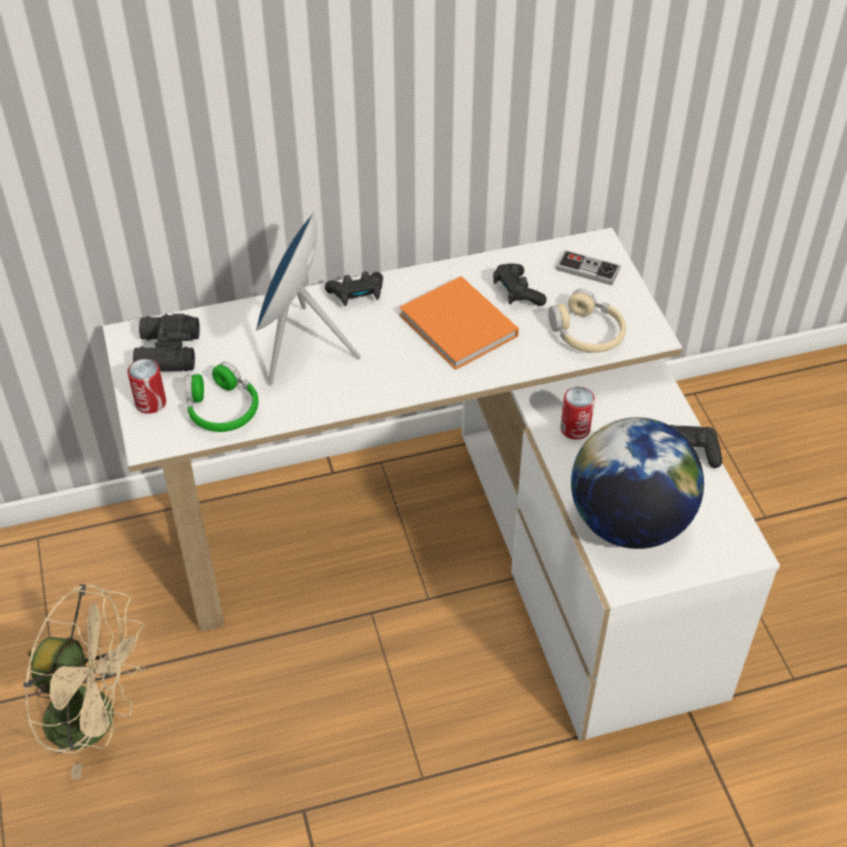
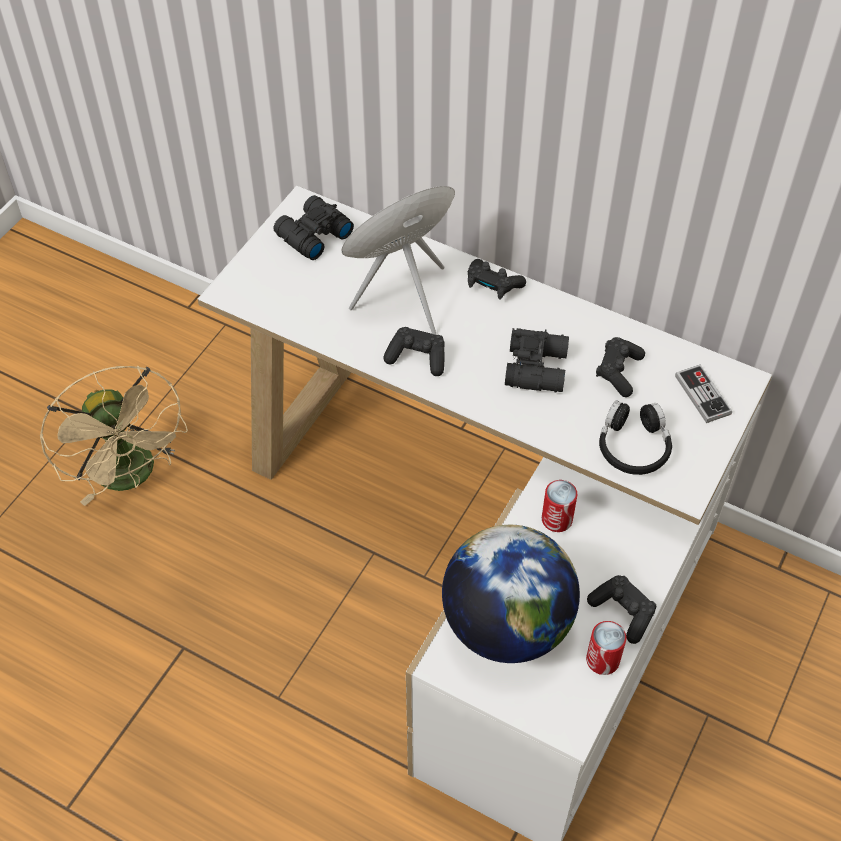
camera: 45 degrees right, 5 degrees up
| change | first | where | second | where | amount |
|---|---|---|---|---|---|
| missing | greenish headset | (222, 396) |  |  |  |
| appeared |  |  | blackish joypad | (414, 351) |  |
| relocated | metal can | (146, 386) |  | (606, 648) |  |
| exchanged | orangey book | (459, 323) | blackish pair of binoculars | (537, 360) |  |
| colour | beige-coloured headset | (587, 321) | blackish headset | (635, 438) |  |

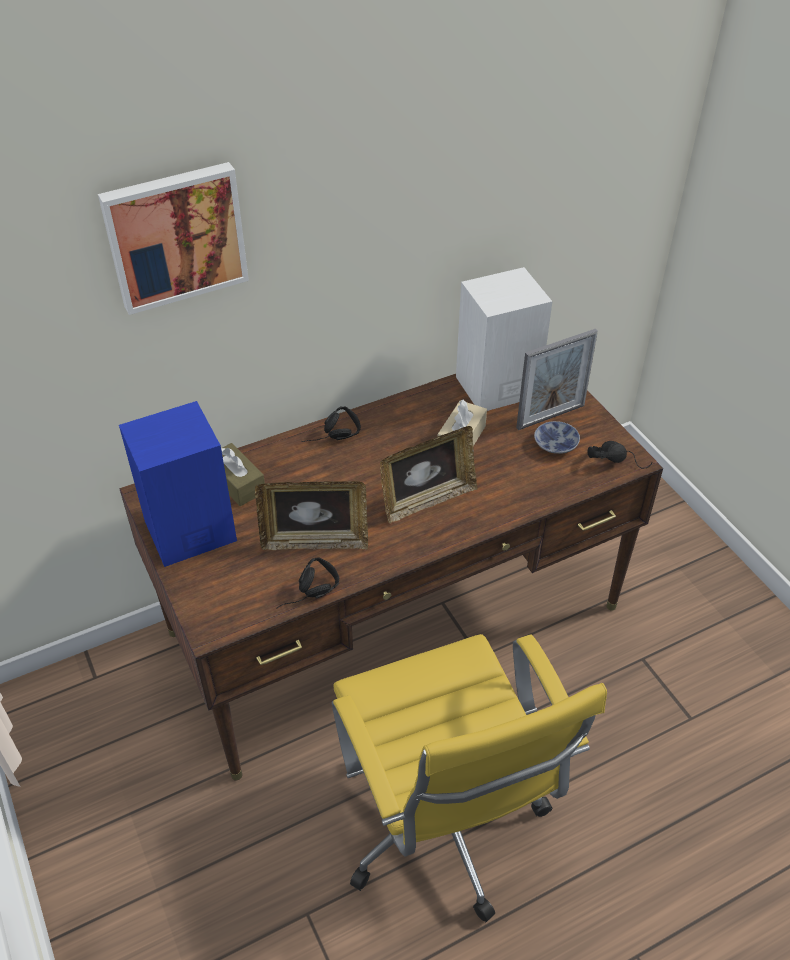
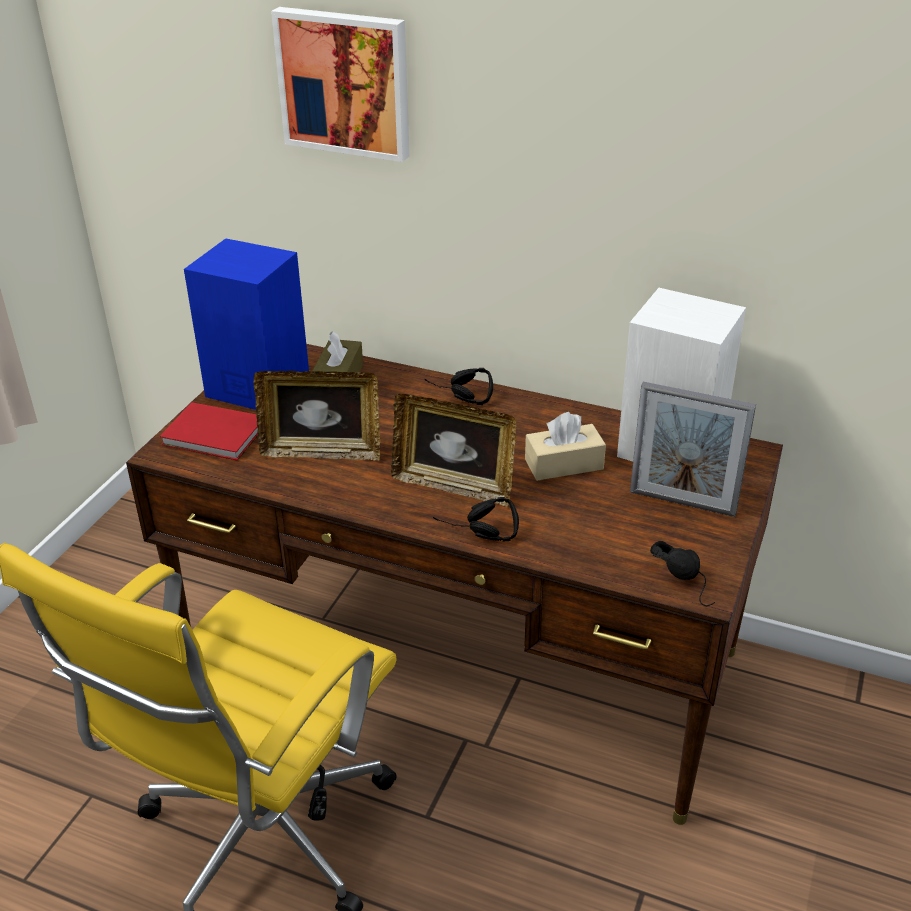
camera: 50 degrees right, 10 degrees down
| change | first | where | second | where | amount |
|---|---|---|---|---|---|
| missing | deep dish | (557, 437) |  |  |  |
| appeared |  |  | red book | (209, 431) |  |
| relocated | blackish headset | (308, 582) |  | (476, 519) |  |
| spun | photo frame | (311, 515) |  | (316, 416) | 45 degrees counterclockwise |

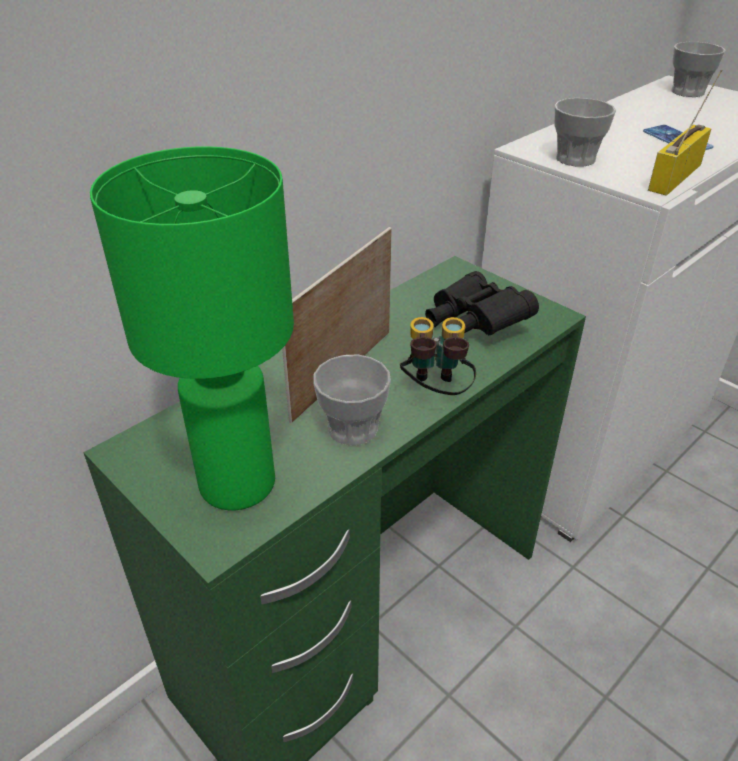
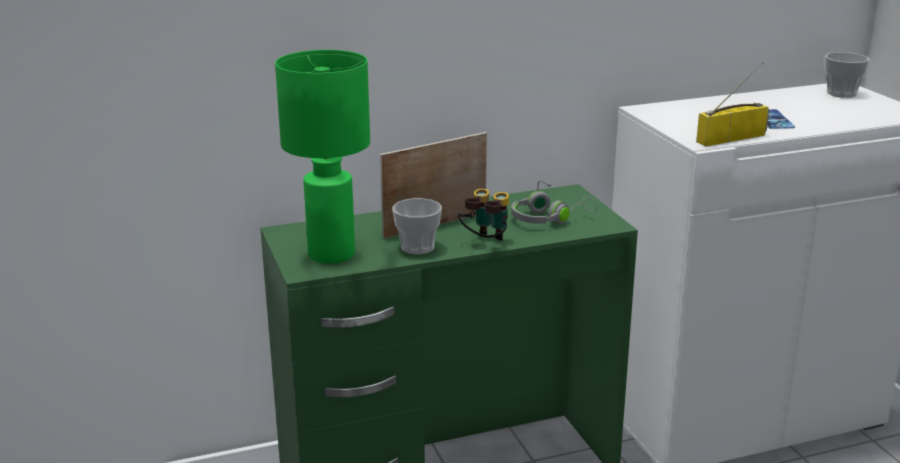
camera: 25 degrees right, 15 degrees down
| change | first | where | second | where | amount |
|---|---|---|---|---|---|
| missing | drinking cup | (585, 132) |  |  |  |
| exchanged | blackish pair of binoculars | (482, 303) | grey headset | (554, 202) |  |

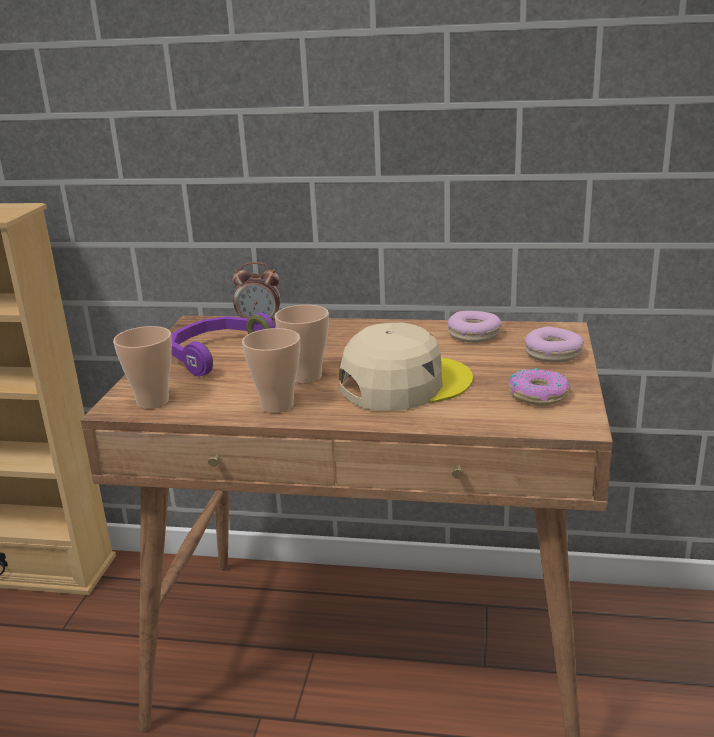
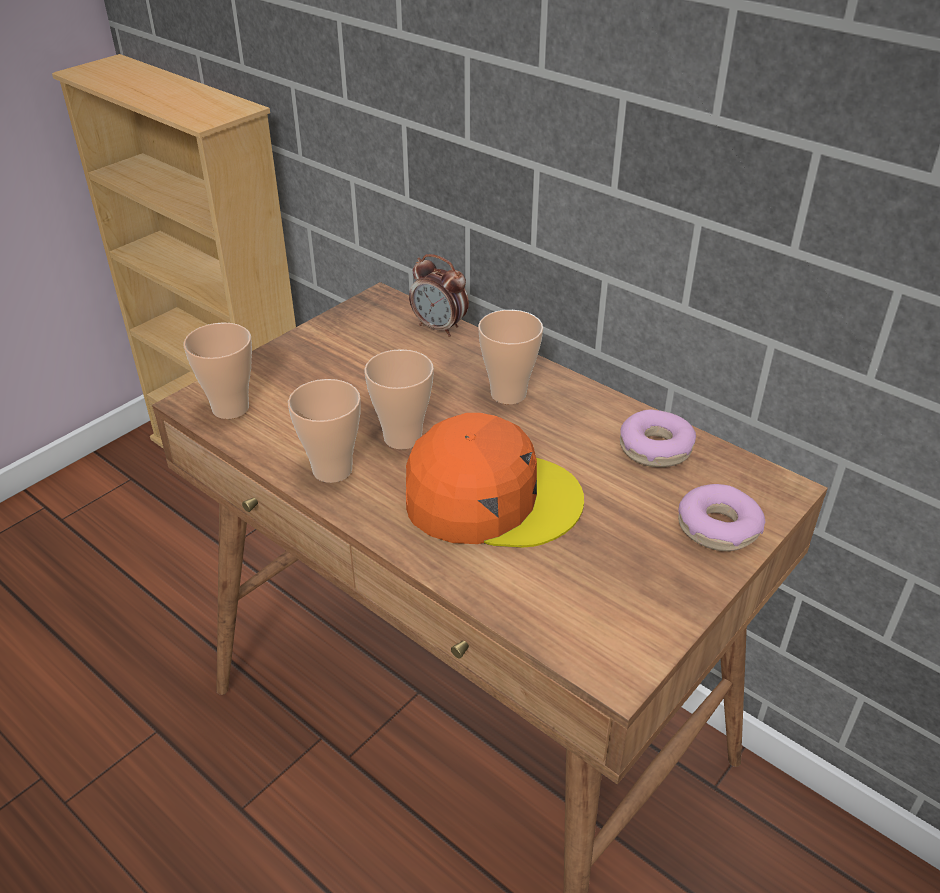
camera: 30 degrees right, 15 degrees up
| change | first | where | second | where | amount |
|---|---|---|---|---|---|
| missing | purple headset | (223, 344) |  |  |  |
| missing | donut | (539, 387) |  |  |  |
| appeared |  |  | drinking cup | (510, 357) |  |
| colour | beige-coloured cap | (406, 367) | orangey cap | (495, 480) |  |

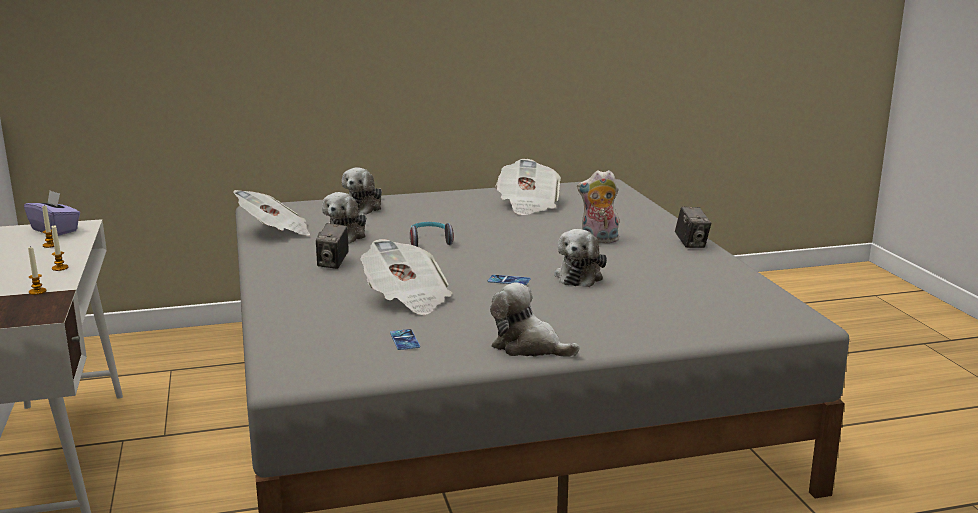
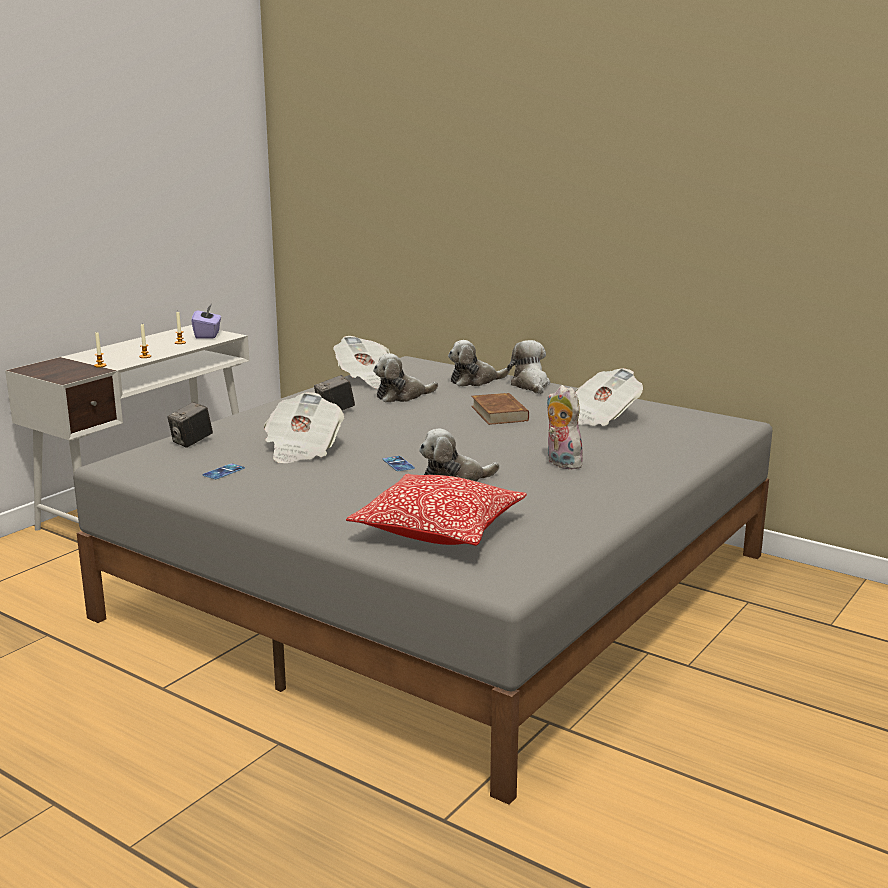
camera: 50 degrees right, 0 degrees up
| change | first | where | second | where | amount |
|---|---|---|---|---|---|
| missing | headset | (432, 234) |  |  |  |
| appeared |  |  | pillow | (436, 510) |  |
| appeared |  |  | brown-coloured book | (500, 409) |  |
| relocated | soft toy | (535, 319) |  | (528, 367) |  |
| relocated | still camera | (693, 227) |  | (190, 425) |  |

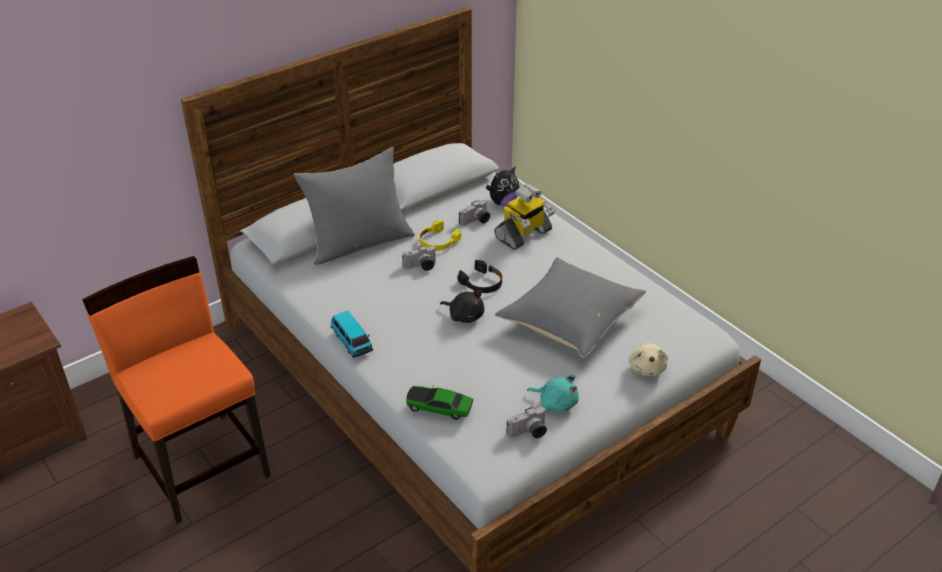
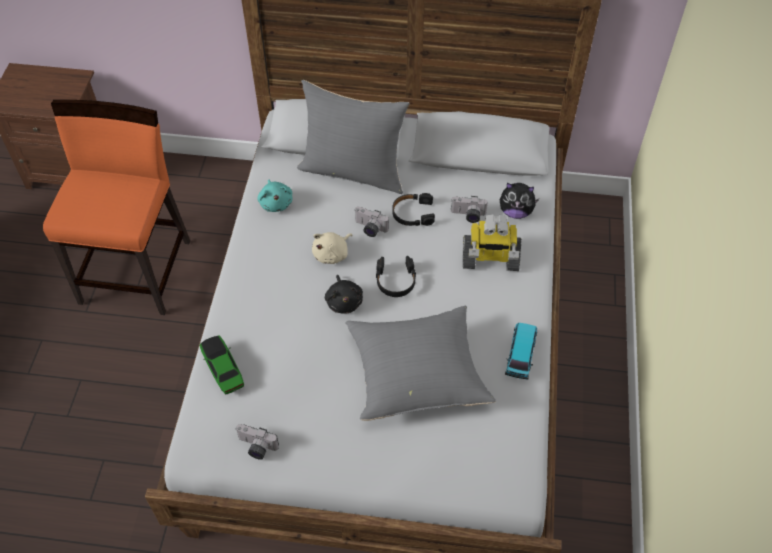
camera: 45 degrees right, 15 degrees up
| change | first | where | second | where | amount |
|---|---|---|---|---|---|
| relocated | miniature car | (351, 334) |  | (521, 351) |  |
| relocated | turquoise-coloured soft toy | (553, 393) |  | (274, 196) |  |
| relocated | beige-coloured soft toy | (648, 359) |  | (332, 248) |  |
| colour | yellow-coloured headset | (440, 235) | blackish headset | (413, 209) |  |

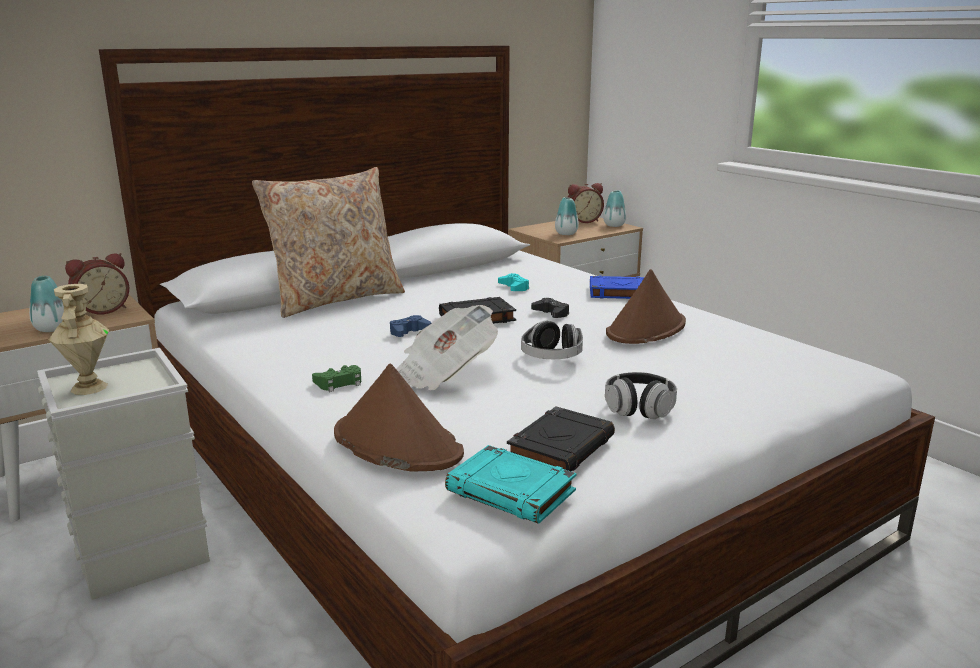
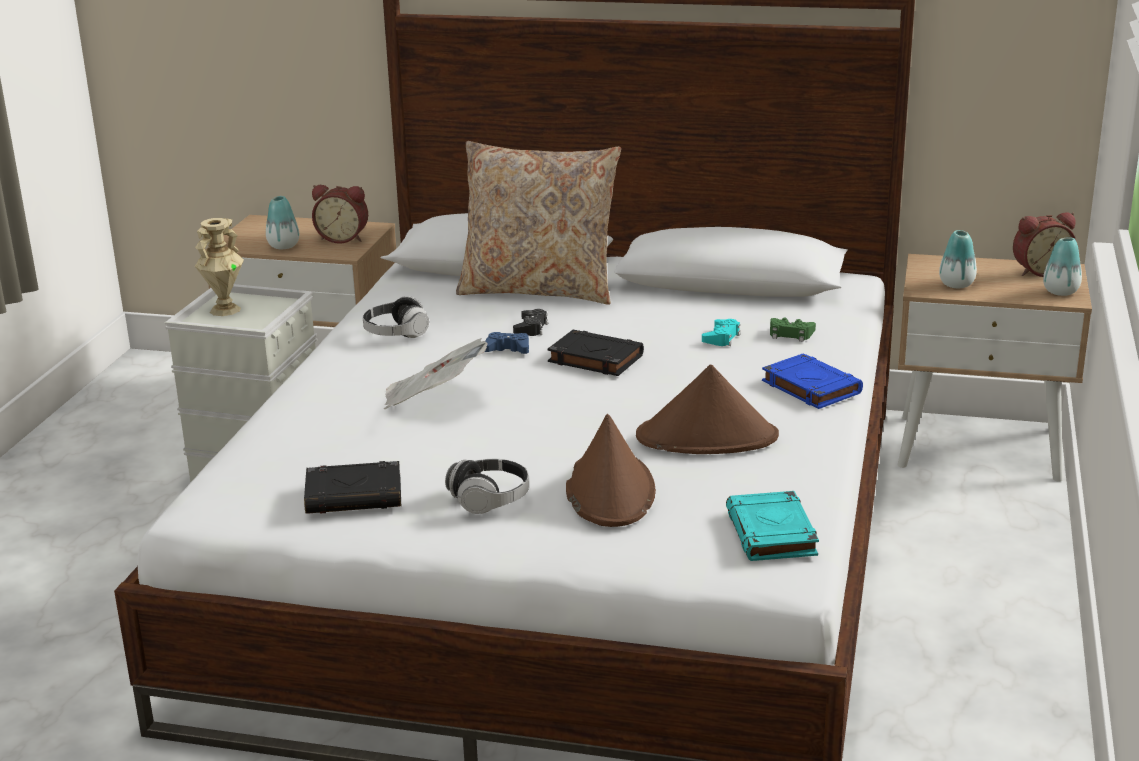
camera: 50 degrees right, 5 degrees up
| change | first | where | second | where | amount |
|---|---|---|---|---|---|
| relocated | greenish joypad | (336, 378) |  | (793, 330) |  |
| relocated | brown-coloured hat | (399, 418) |  | (611, 470) |  |
| relocated | turquoise-coloured book | (511, 484) |  | (772, 526) |  |
| relocated | headset | (552, 339) |  | (396, 317) |  |
| relocated | blackish joypad | (550, 308) |  | (530, 322) |  |
| spun | table clock | (585, 203) |  | (1044, 244) | 45 degrees counterclockwise |

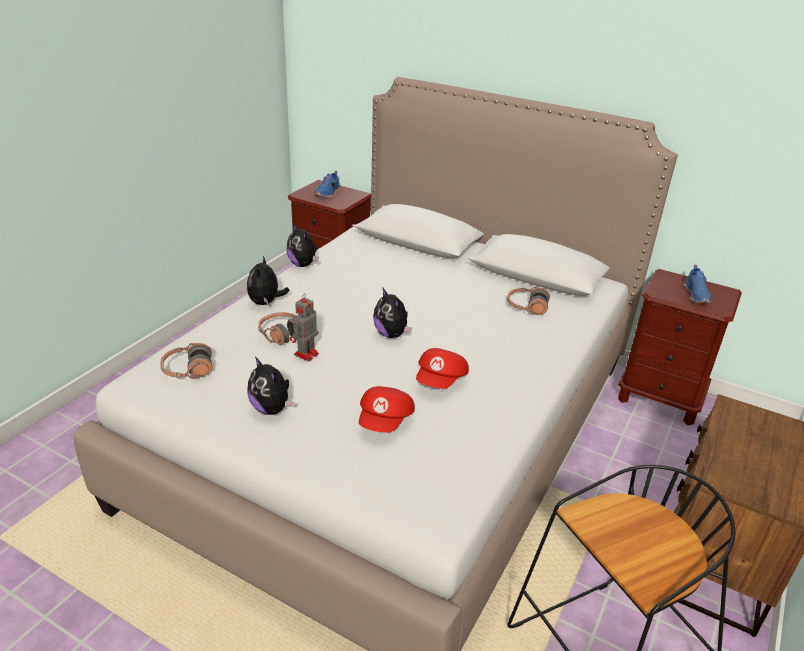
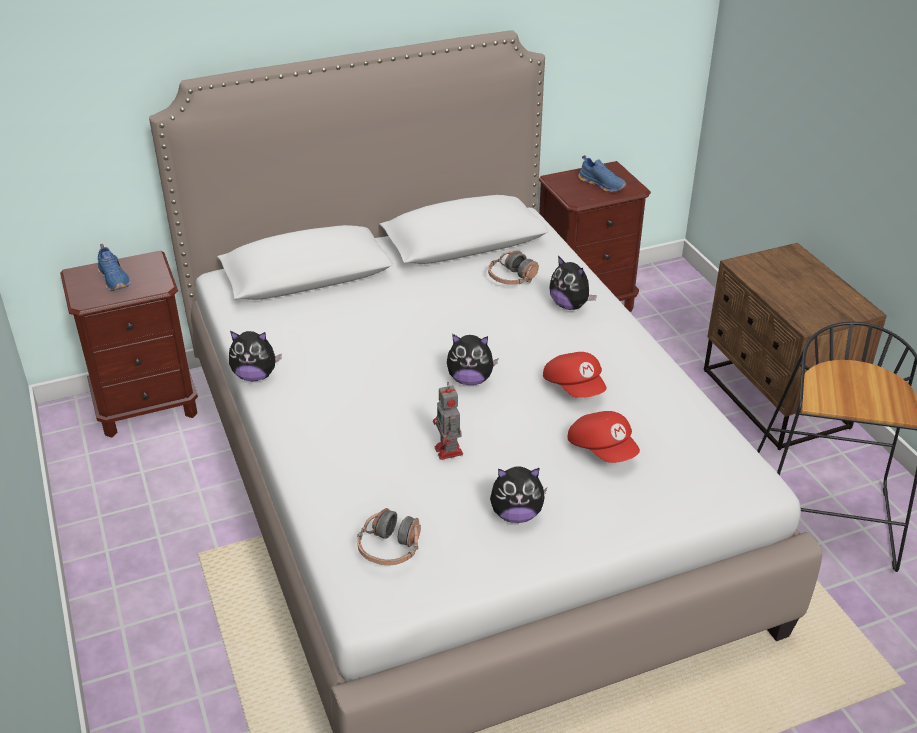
camera: 50 degrees left, 5 degrees up
| change | first | where | second | where | amount |
|---|---|---|---|---|---|
| missing | headset | (277, 328) |  |  |  |
| relocated | soft toy | (268, 280) |  | (573, 283) |  |

